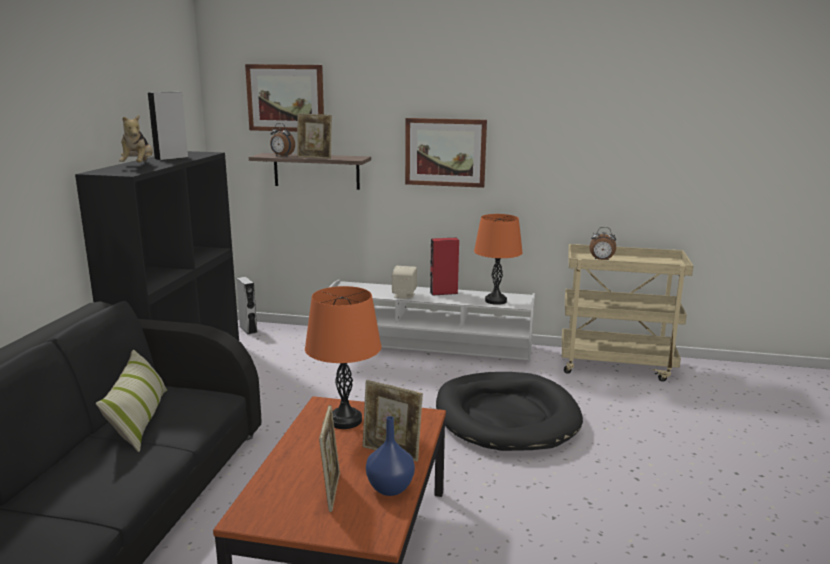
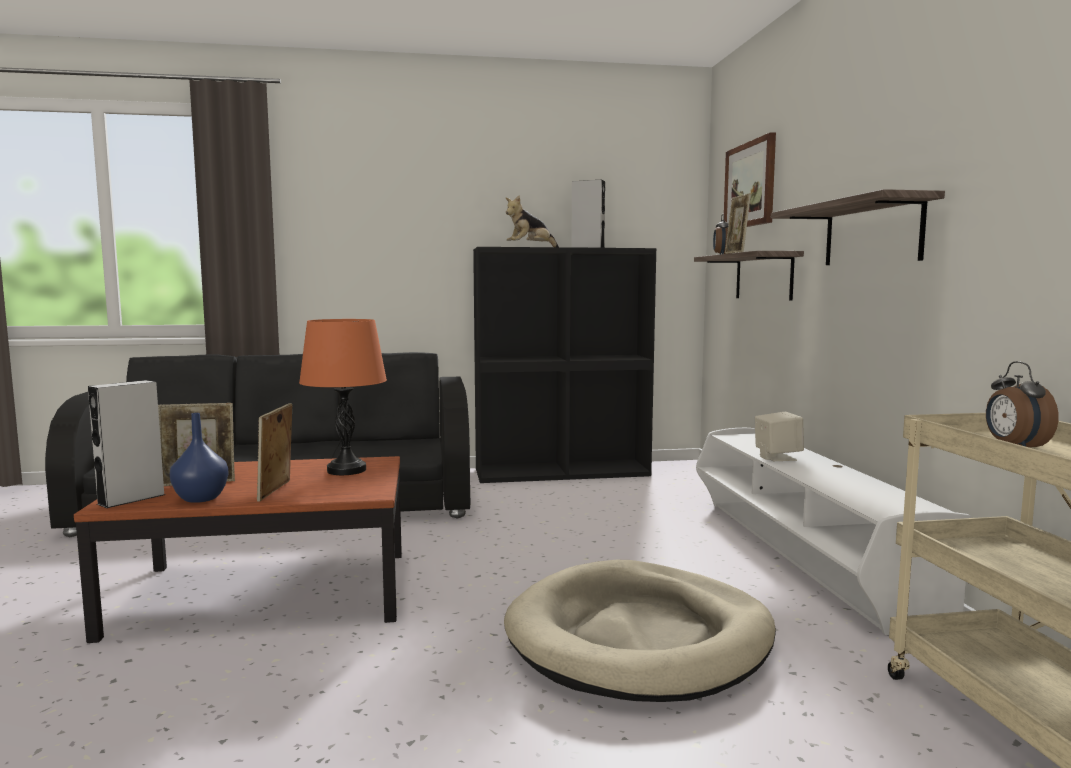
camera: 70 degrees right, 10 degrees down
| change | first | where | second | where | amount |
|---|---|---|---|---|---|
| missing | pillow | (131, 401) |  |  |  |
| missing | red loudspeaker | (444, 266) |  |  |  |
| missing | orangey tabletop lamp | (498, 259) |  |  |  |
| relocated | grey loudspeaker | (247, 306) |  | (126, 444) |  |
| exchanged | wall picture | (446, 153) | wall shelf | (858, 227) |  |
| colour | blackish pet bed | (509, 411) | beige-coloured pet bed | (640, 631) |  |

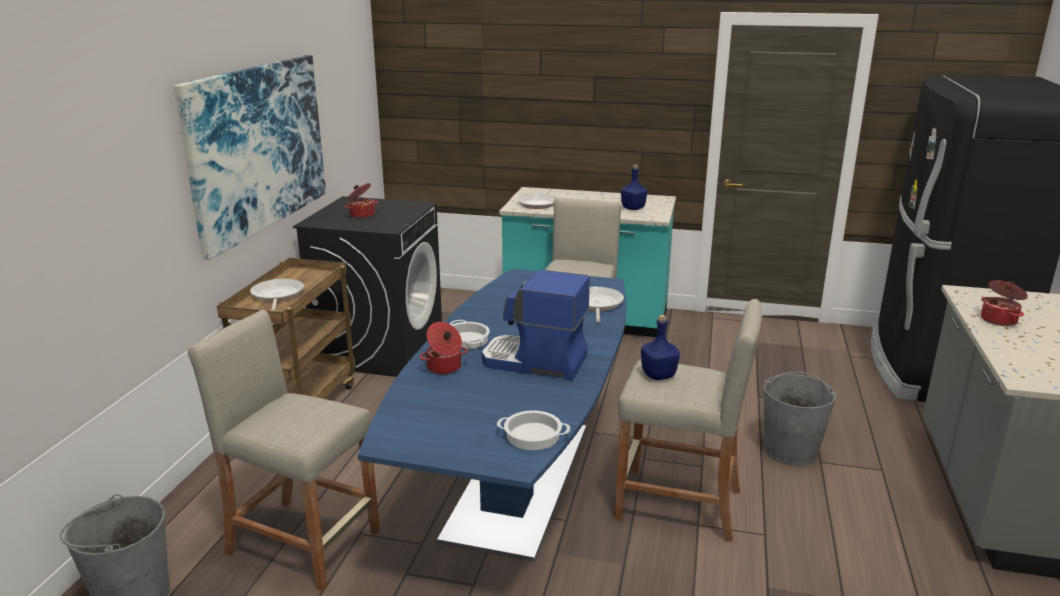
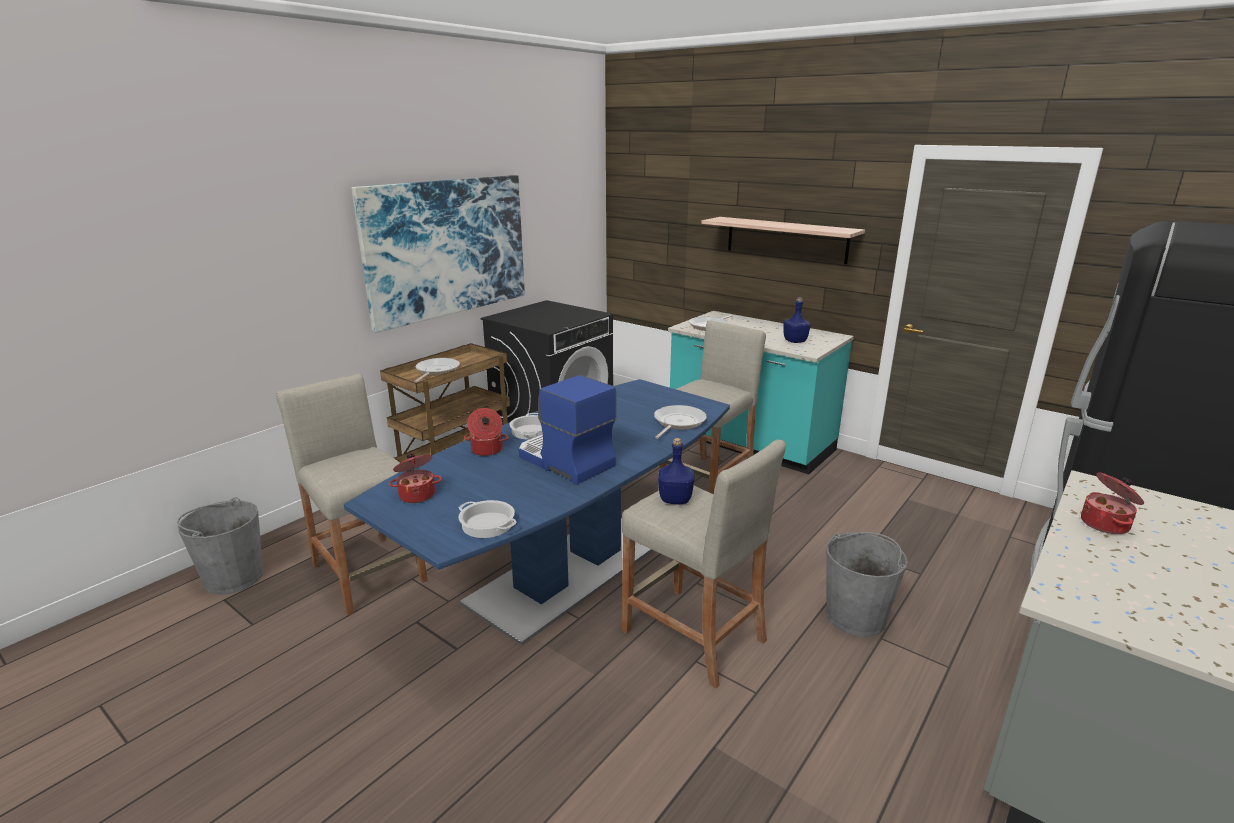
camera: 25 degrees right, 0 degrees up
| change | first | where | second | where | amount |
|---|---|---|---|---|---|
| appeared |  |  | wall shelf | (783, 241) |  |
| relocated | cooking pot | (361, 200) |  | (415, 478) |  |

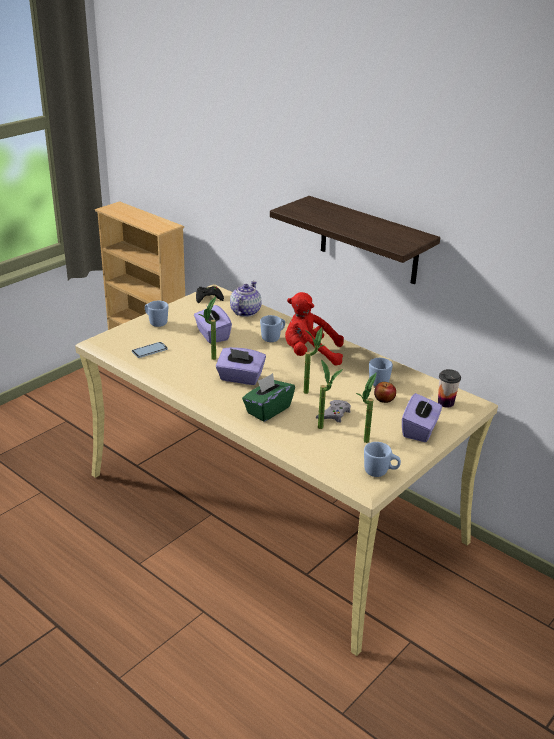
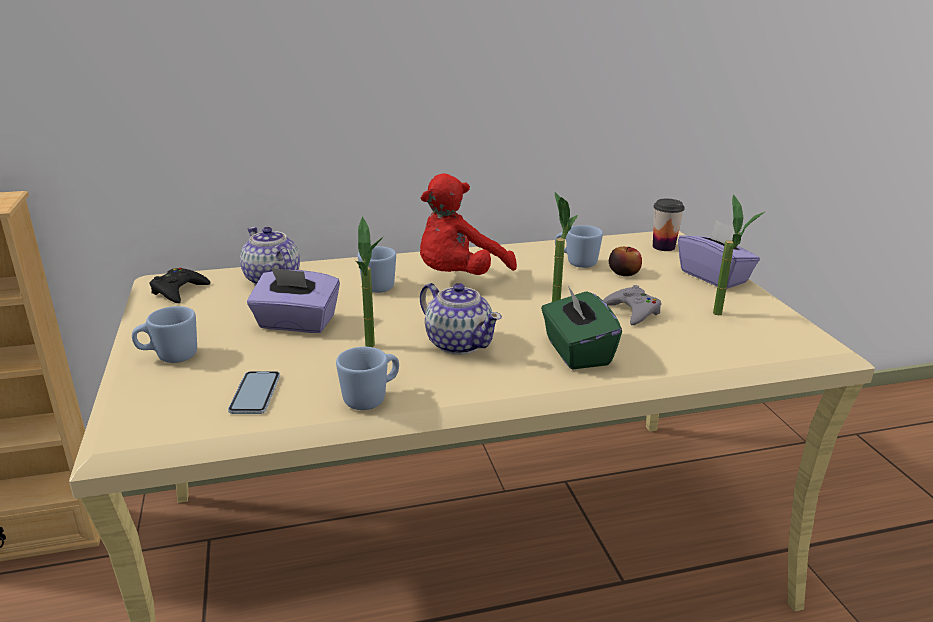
camera: 55 degrees left, 5 degrees down
| change | first | where | second | where | amount |
|---|---|---|---|---|---|
| missing | wall shelf | (355, 240) |  |  |  |
| missing | potted plant | (330, 394) |  |  |  |
| relocated | blue tea mug | (382, 459) |  | (367, 378) |  |
| exchanged | purple tissue box | (241, 366) | tea pot | (461, 319) |  |

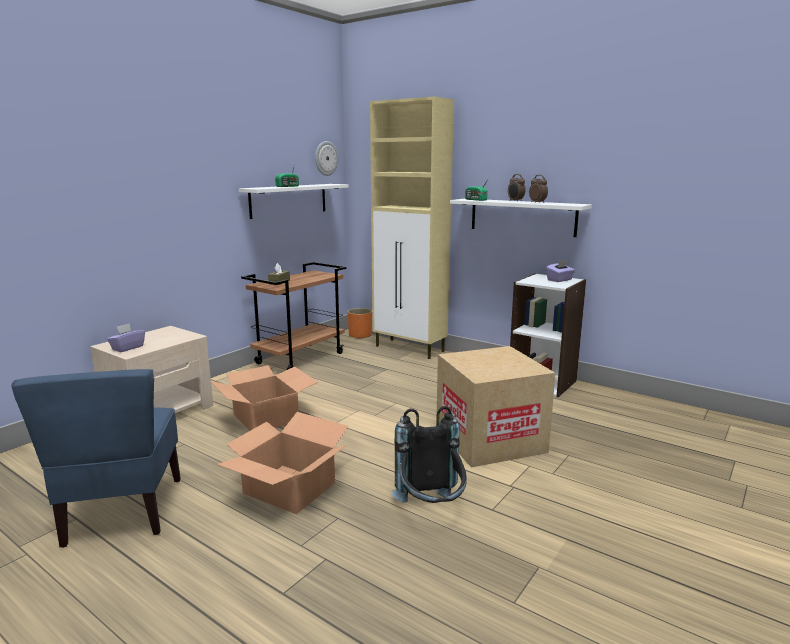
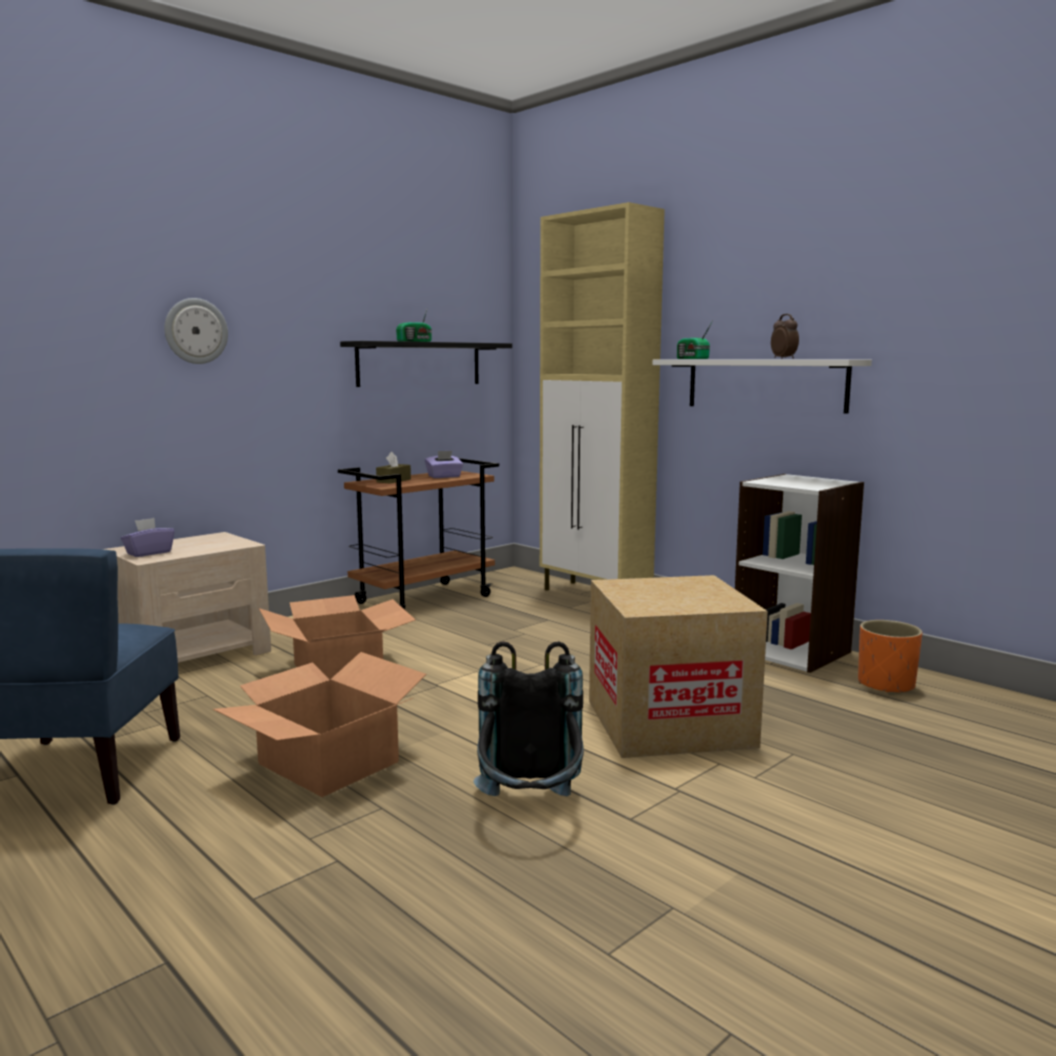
camera: 10 degrees right, 5 degrees down
| change | first | where | second | where | amount |
|---|---|---|---|---|---|
| missing | table clock | (517, 188) |  |  |  |
| relocated | wall clock | (326, 158) |  | (196, 331) |  |
| relocated | orangey plant pot | (359, 323) |  | (890, 657) |  |
| relocated | purple tissue box | (560, 271) |  | (444, 464) |  |
| colour | white wall shelf | (294, 201) | blackish wall shelf | (426, 364) |  |

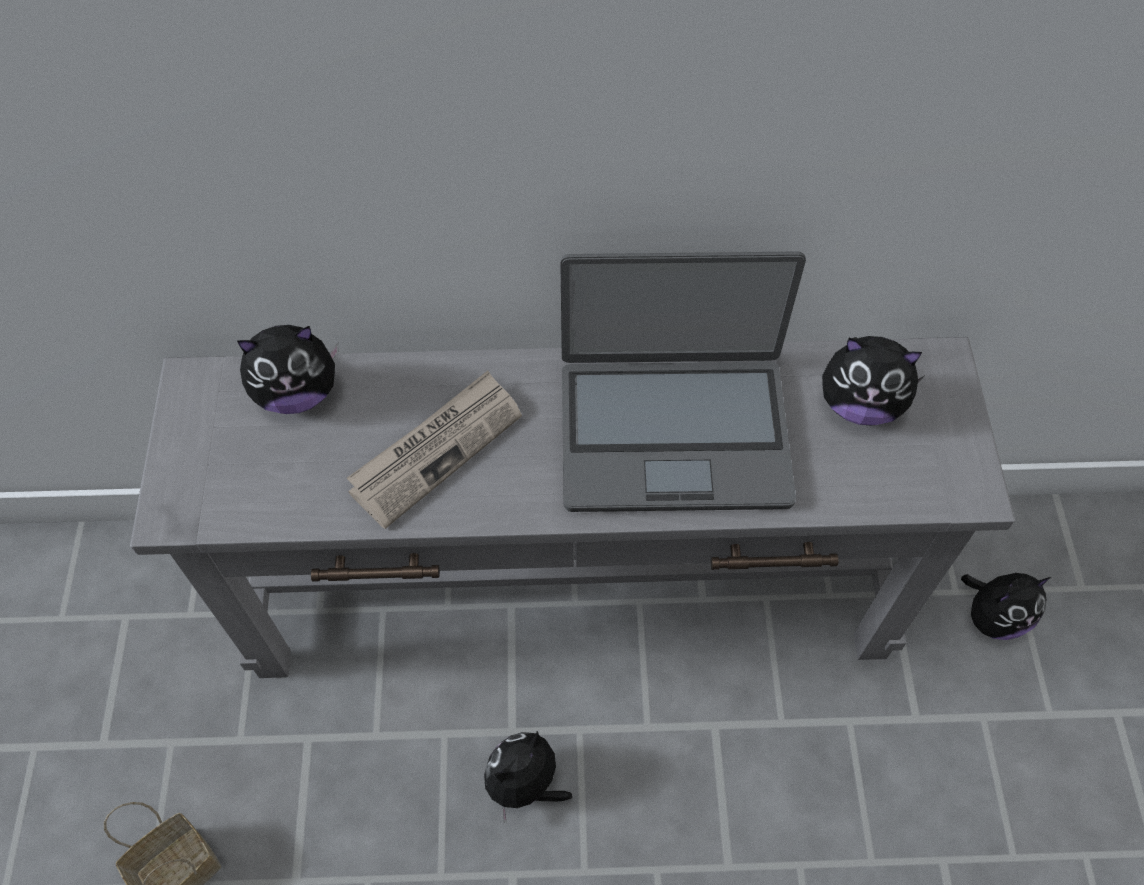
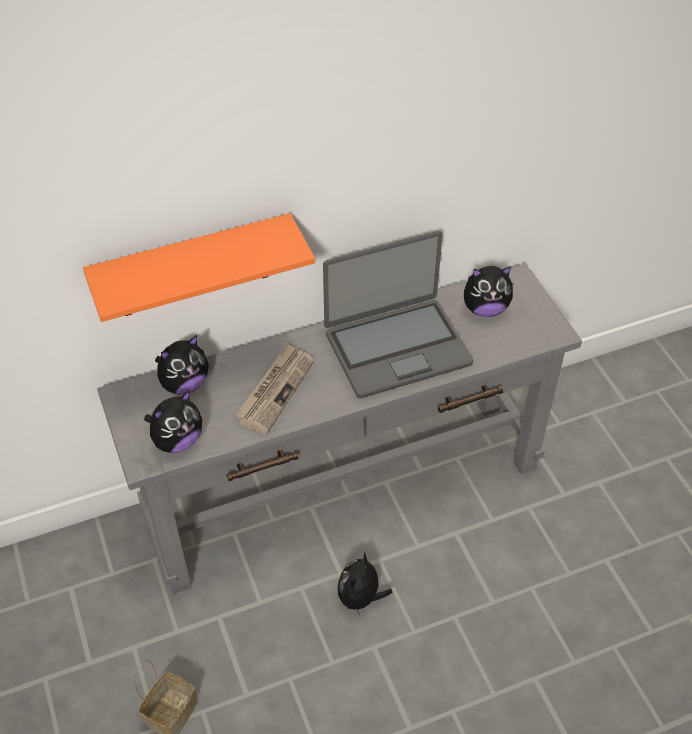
camera: 20 degrees left, 10 degrees down
| change | first | where | second | where | amount |
|---|---|---|---|---|---|
| appeared |  |  | orangey wall shelf | (199, 267) |  |
| relocated | soft toy | (1006, 606) |  | (173, 421) |  |

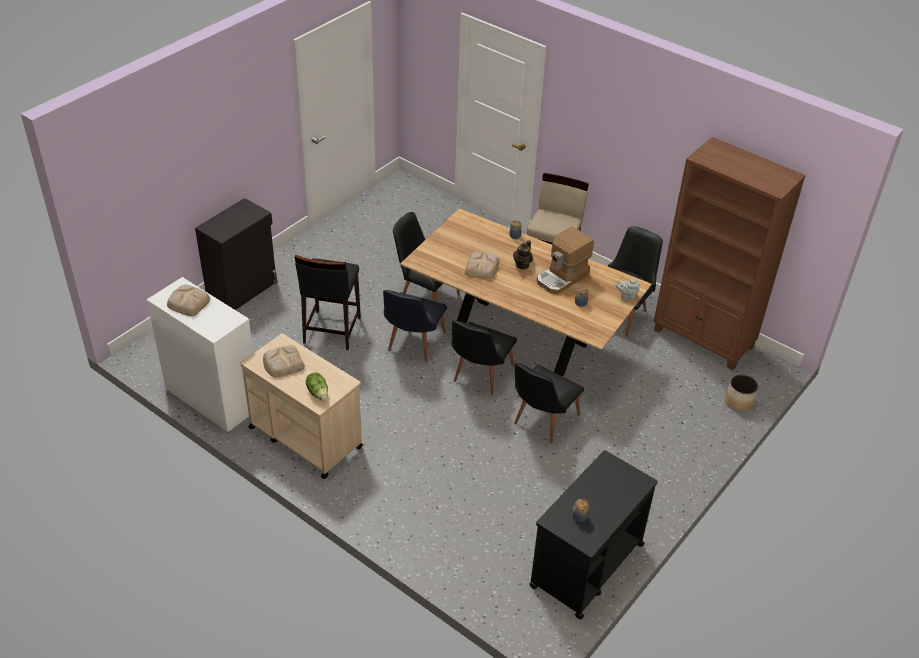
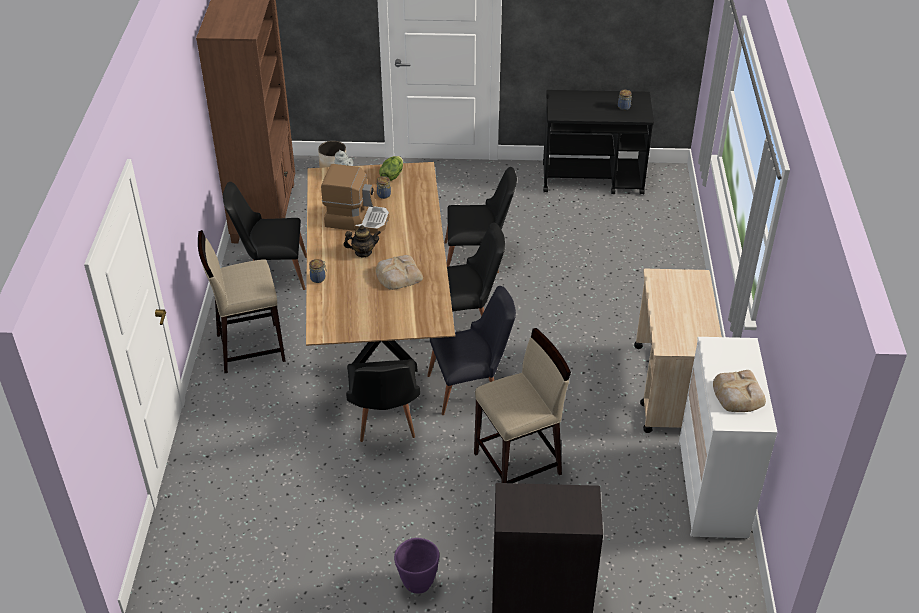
camera: 125 degrees left, 0 degrees up
| change | first | where | second | where | amount |
|---|---|---|---|---|---|
| missing | bread | (284, 361) |  |  |  |
| appeared |  |  | purple plant pot | (416, 566) |  |
| relocated | lettuce head | (317, 386) |  | (391, 168) |  |
| colour | blackish stool | (328, 302) | beige-coloured stool | (522, 405) |  |

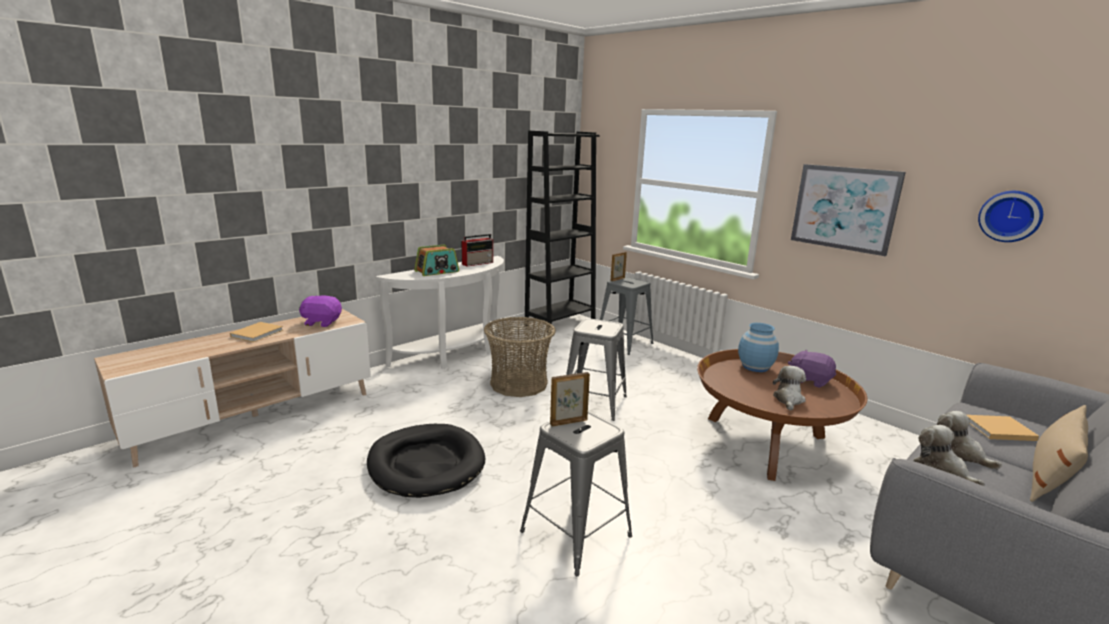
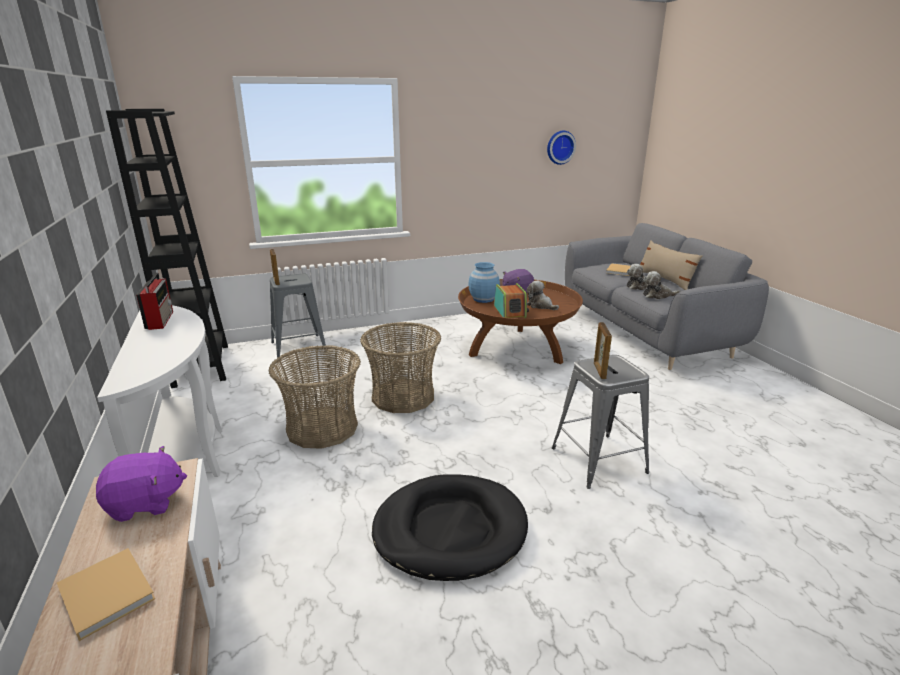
camera: 65 degrees left, 5 degrees up
| change | first | where | second | where | amount |
|---|---|---|---|---|---|
| missing | wall picture | (848, 210) |  |  |  |
| relocated | radio | (436, 260) |  | (511, 300) |  |
| exchanged | grey stool | (596, 369) | storage basket | (400, 367) |  |
| spun | purple soft toy | (320, 311) |  | (141, 484) | 135 degrees counterclockwise |

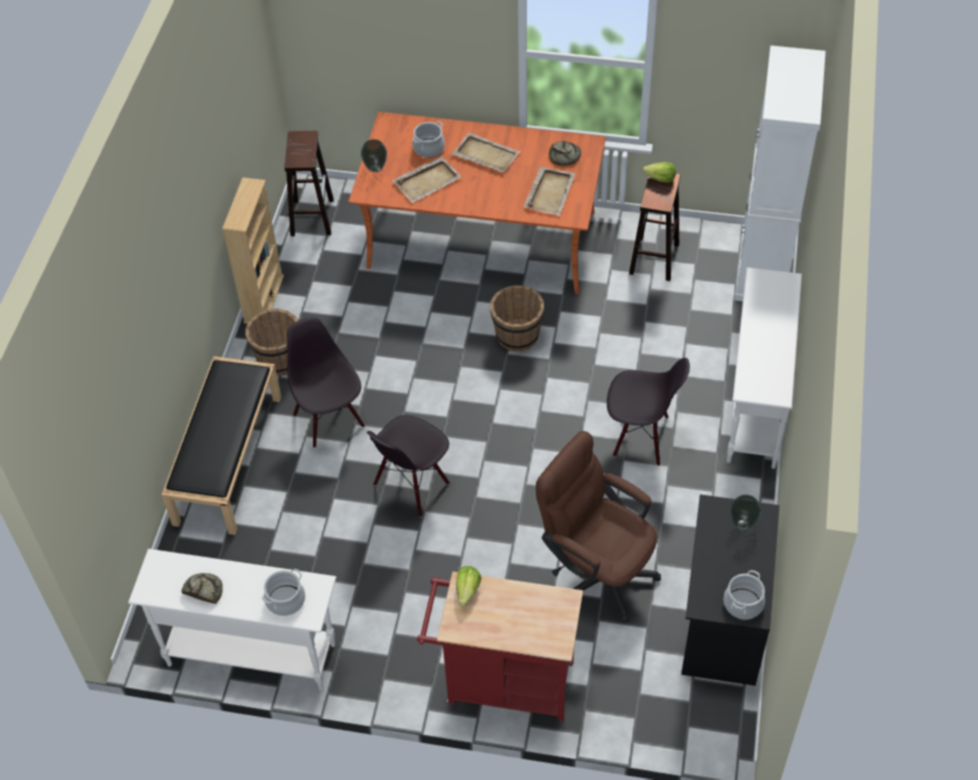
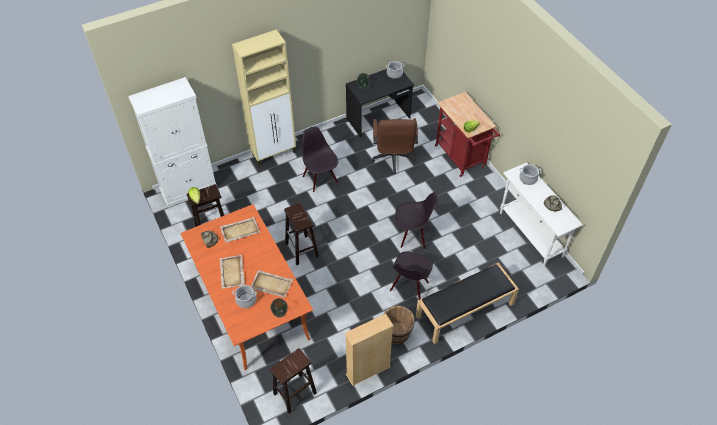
camera: 130 degrees left, 0 degrees up
| change | first | where | second | where | amount |
|---|---|---|---|---|---|
| exchanged | brown-coloured pail | (517, 318) | brown-coloured stool | (301, 234) |  |
| exchanged | white narrow table | (764, 368) | beige-coloured storage cabinet | (264, 97) |  |

